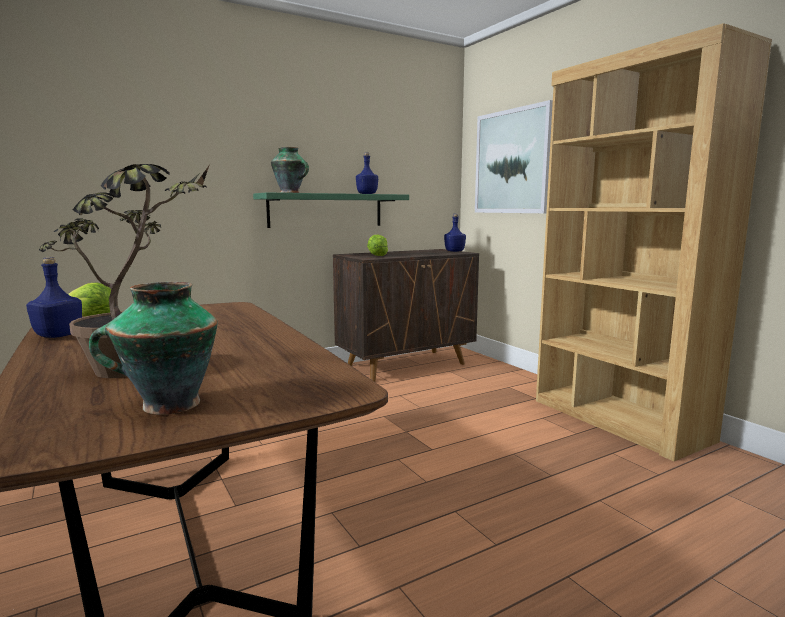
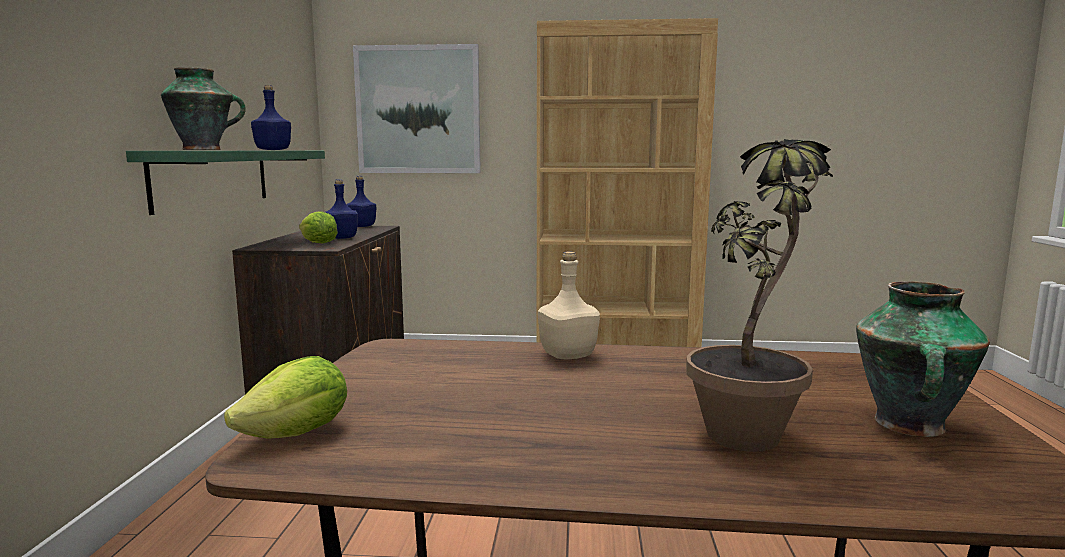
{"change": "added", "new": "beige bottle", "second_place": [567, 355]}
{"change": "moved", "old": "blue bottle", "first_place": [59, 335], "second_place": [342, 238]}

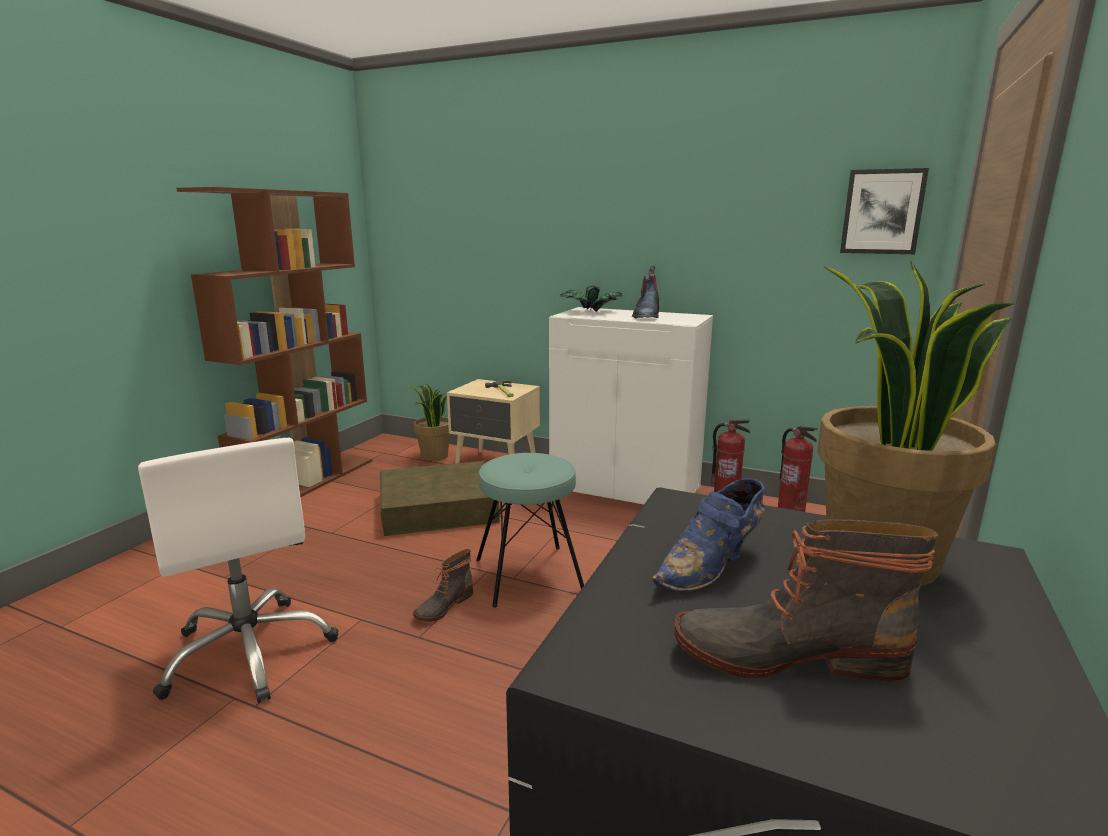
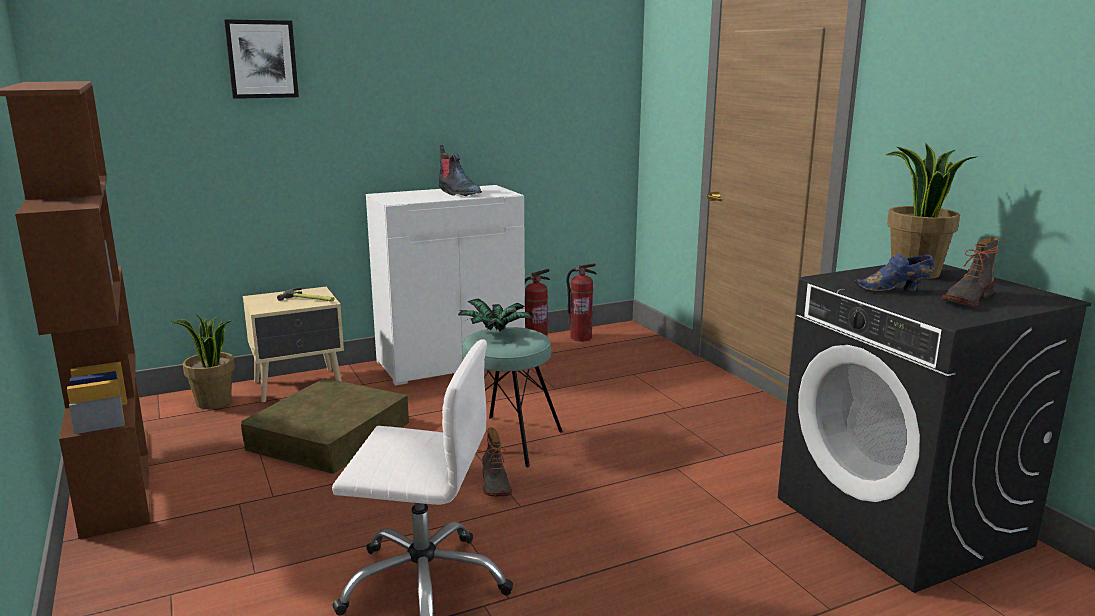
{"change": "moved", "old": "houseplant", "first_place": [590, 312], "second_place": [494, 332]}
{"change": "moved", "old": "wall picture", "first_place": [882, 212], "second_place": [262, 59]}
{"change": "turned", "old": "blue item of footwear", "first_place": [712, 566], "second_place": [895, 290], "degrees": 90}

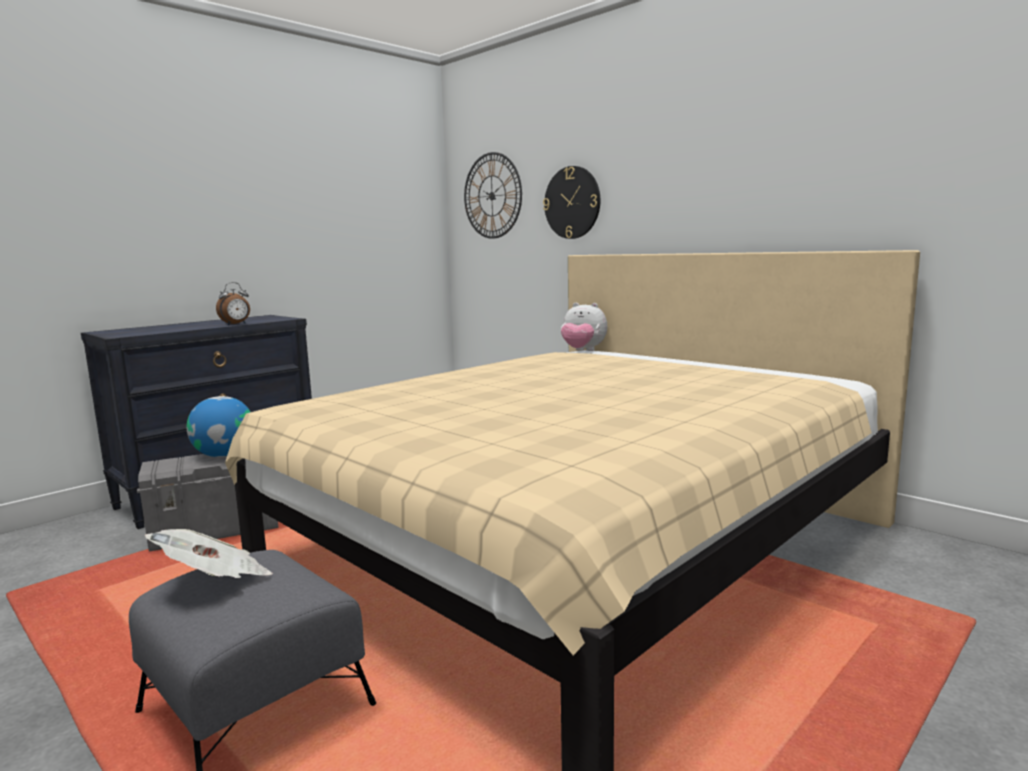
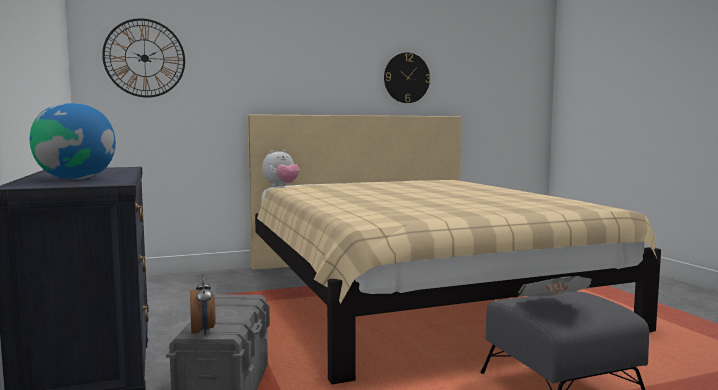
{"change": "moved", "old": "globe", "first_place": [224, 455], "second_place": [76, 179]}
{"change": "moved", "old": "bedside clock", "first_place": [236, 324], "second_place": [203, 331]}
{"change": "moved", "old": "wall clock", "first_place": [572, 202], "second_place": [406, 78]}

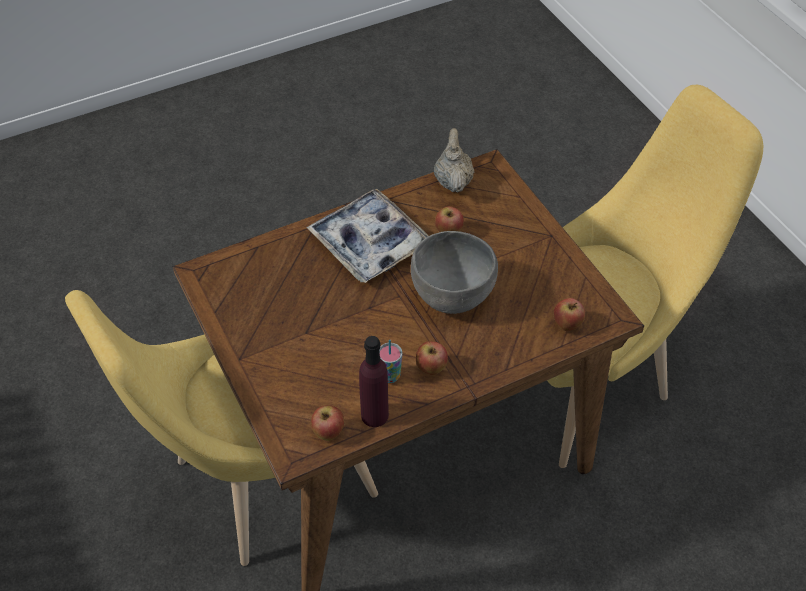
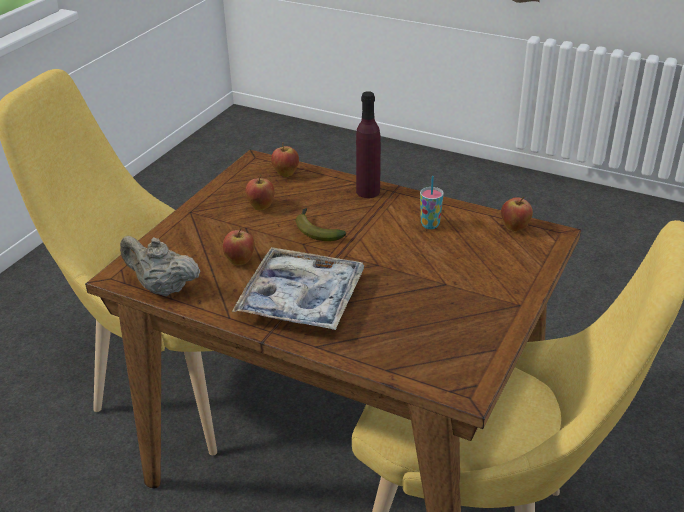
{"change": "moved", "old": "purple bottle", "first_place": [374, 415], "second_place": [368, 191]}
{"change": "moved", "old": "apple", "first_place": [431, 368], "second_place": [261, 207]}
{"change": "replaced", "old": "grey serving bowl", "new": "banana fruit", "first_place": [451, 297], "second_place": [316, 230]}
{"change": "turned", "old": "beige pot for tea", "first_place": [453, 181], "second_place": [163, 288], "degrees": 60}

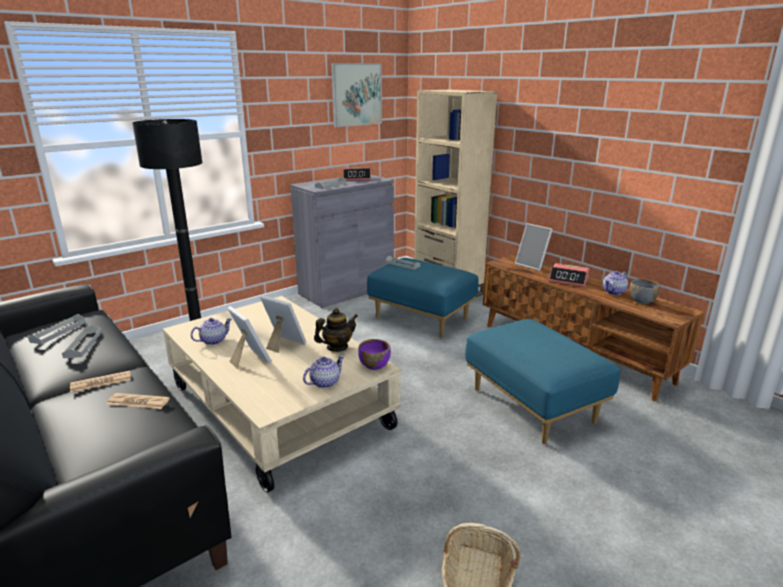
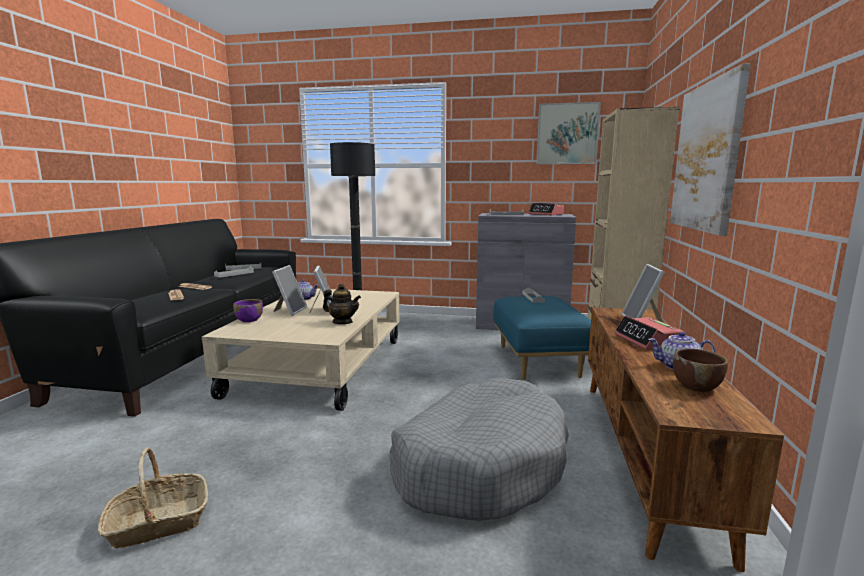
{"change": "removed", "old": "pot for tea", "first_place": [325, 382]}
{"change": "added", "new": "wall picture", "second_place": [706, 157]}
{"change": "moved", "old": "purple serving bowl", "first_place": [374, 365], "second_place": [249, 320]}
{"change": "replaced", "old": "blue pouffe", "new": "grey dog cushion", "first_place": [534, 405], "second_place": [479, 464]}
{"change": "recoloured", "old": "grey serving bowl", "new": "brown serving bowl", "first_place": [642, 300], "second_place": [696, 386]}

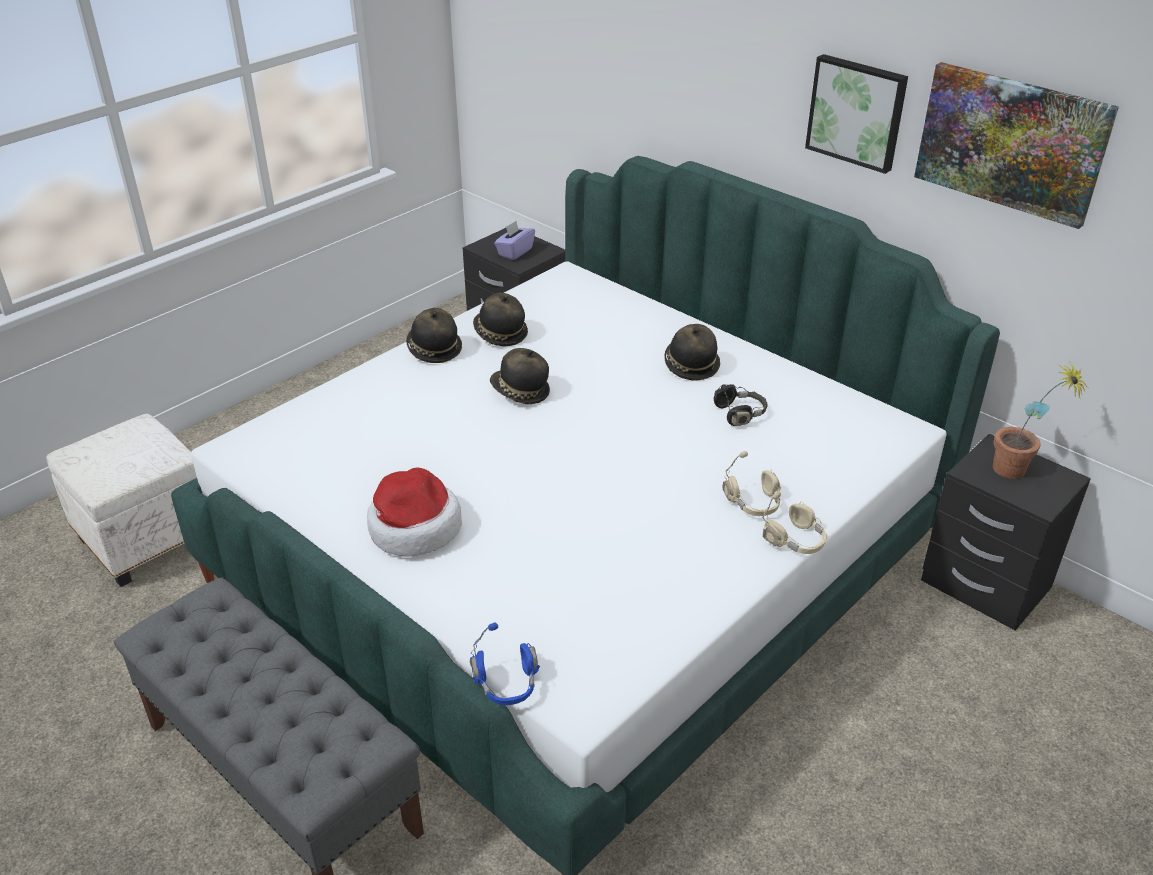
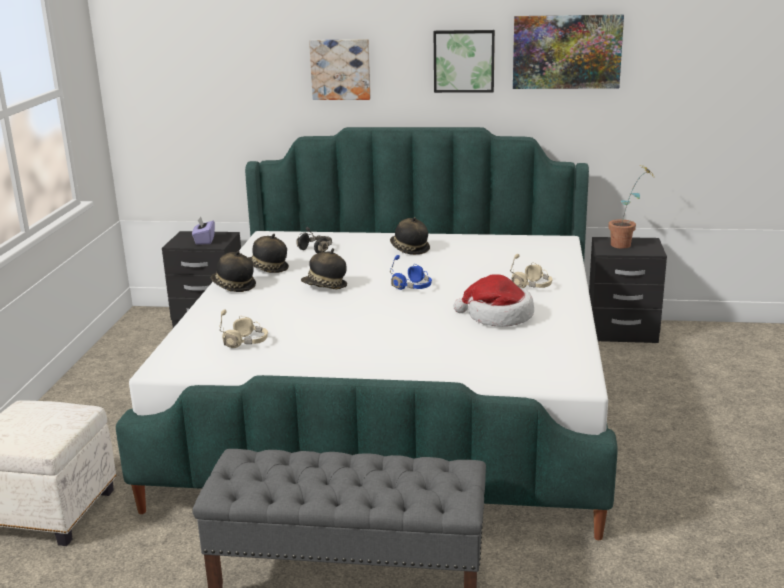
{"change": "added", "new": "wall picture", "second_place": [340, 69]}
{"change": "moved", "old": "wearable hat", "first_place": [413, 528], "second_place": [498, 316]}
{"change": "moved", "old": "blue headphones", "first_place": [507, 684], "second_place": [413, 287]}
{"change": "moved", "old": "blackish headphones", "first_place": [740, 414], "second_place": [317, 249]}
{"change": "moved", "old": "beige headphones", "first_place": [796, 541], "second_place": [246, 342]}

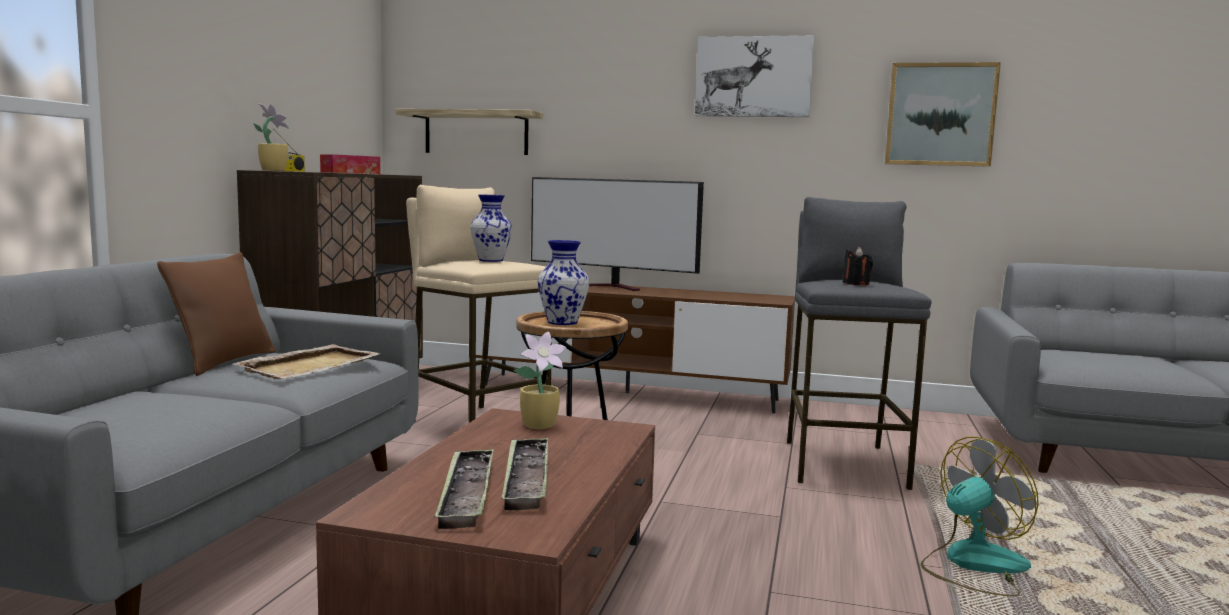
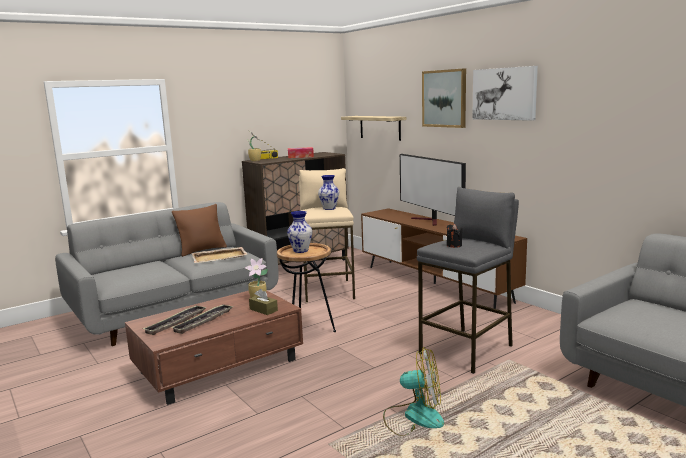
{"change": "added", "new": "brown box of tissues", "second_place": [263, 310]}
{"change": "moved", "old": "wall picture", "first_place": [940, 114], "second_place": [444, 98]}

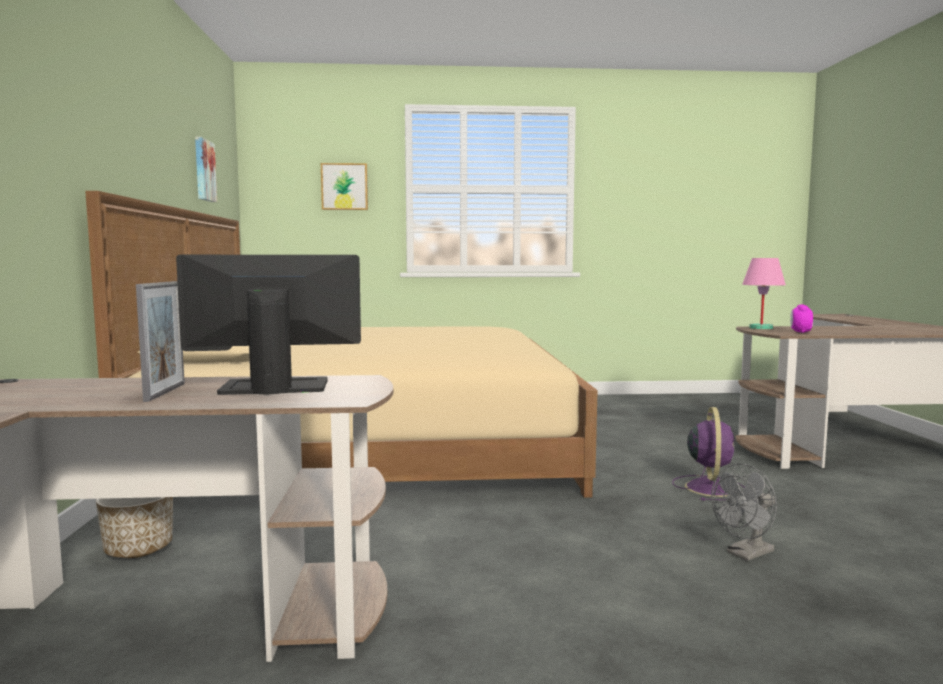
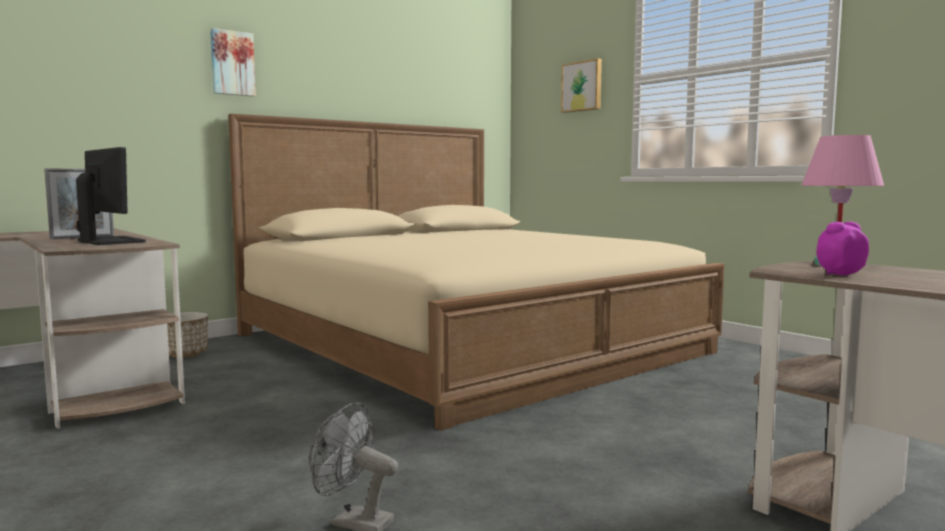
{"change": "removed", "old": "purple fan", "first_place": [710, 487]}
{"change": "moved", "old": "wall picture", "first_place": [203, 170], "second_place": [232, 63]}

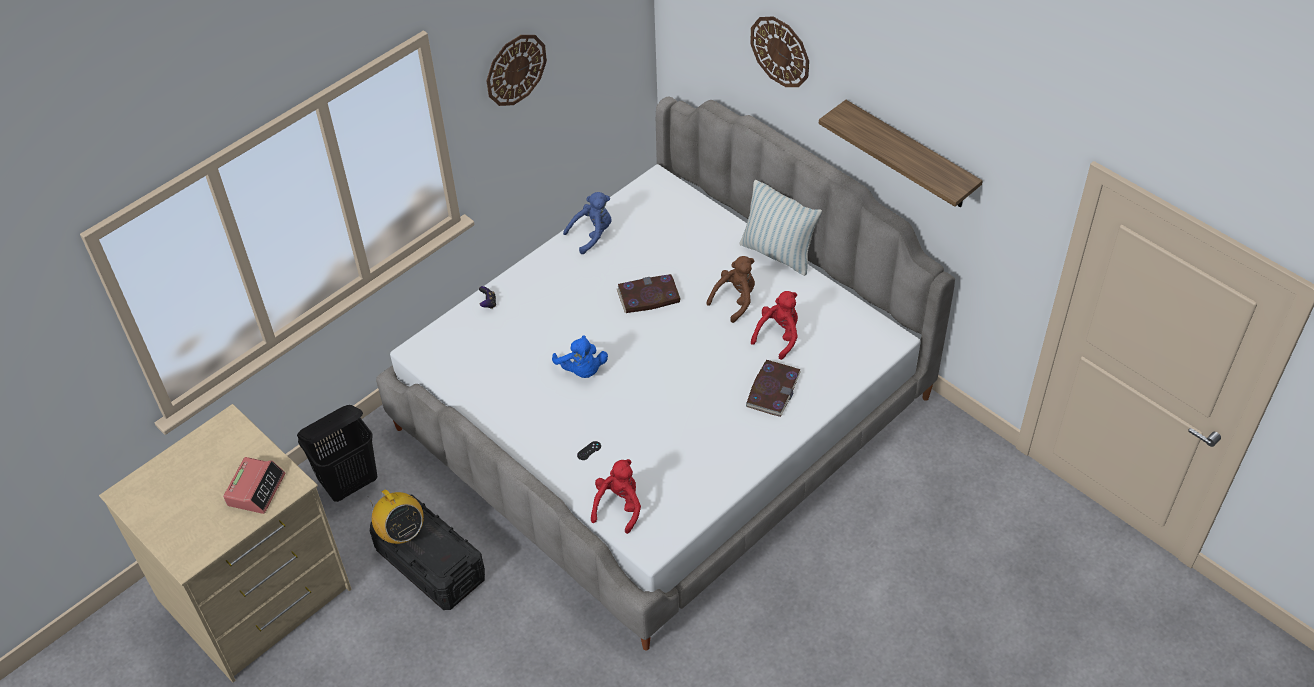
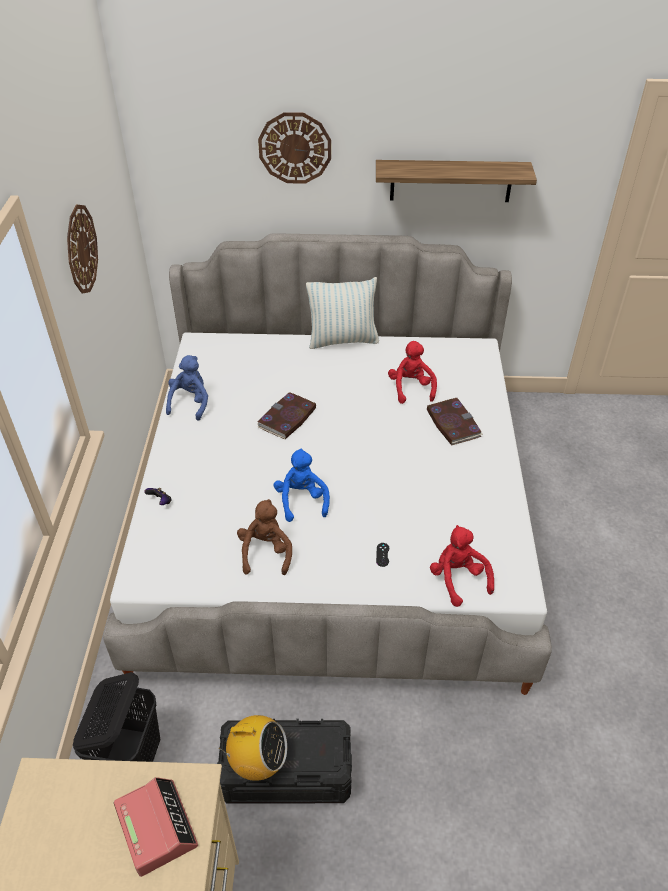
{"change": "moved", "old": "brown soft toy", "first_place": [735, 300], "second_place": [266, 552]}
{"change": "turned", "old": "blue soft toy", "first_place": [582, 370], "second_place": [301, 500], "degrees": -120}

